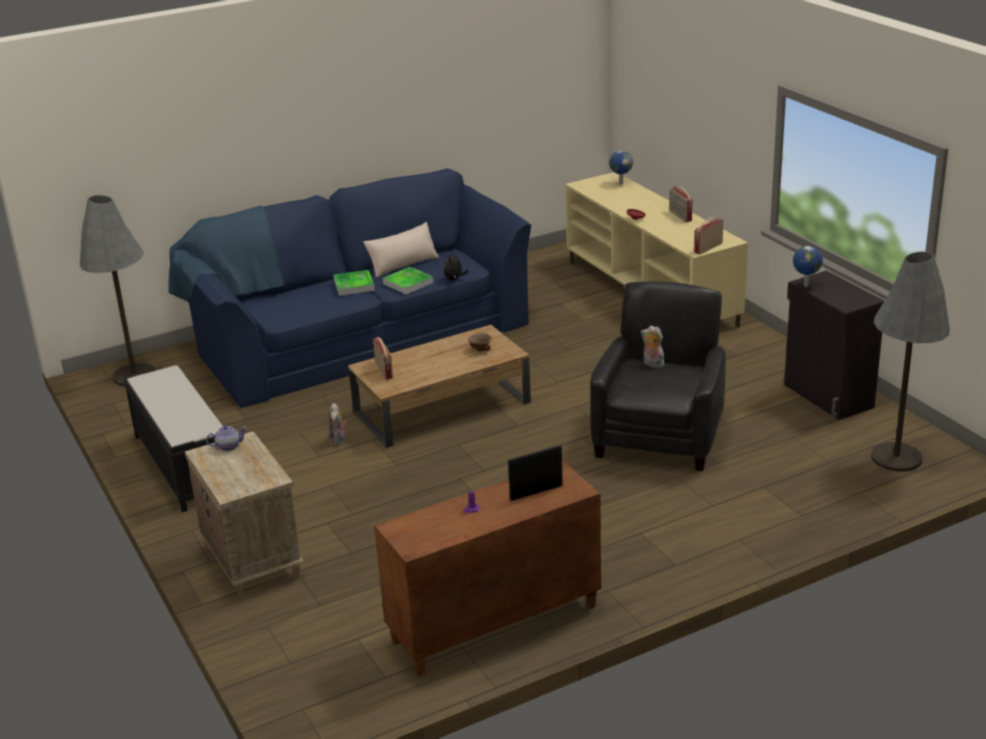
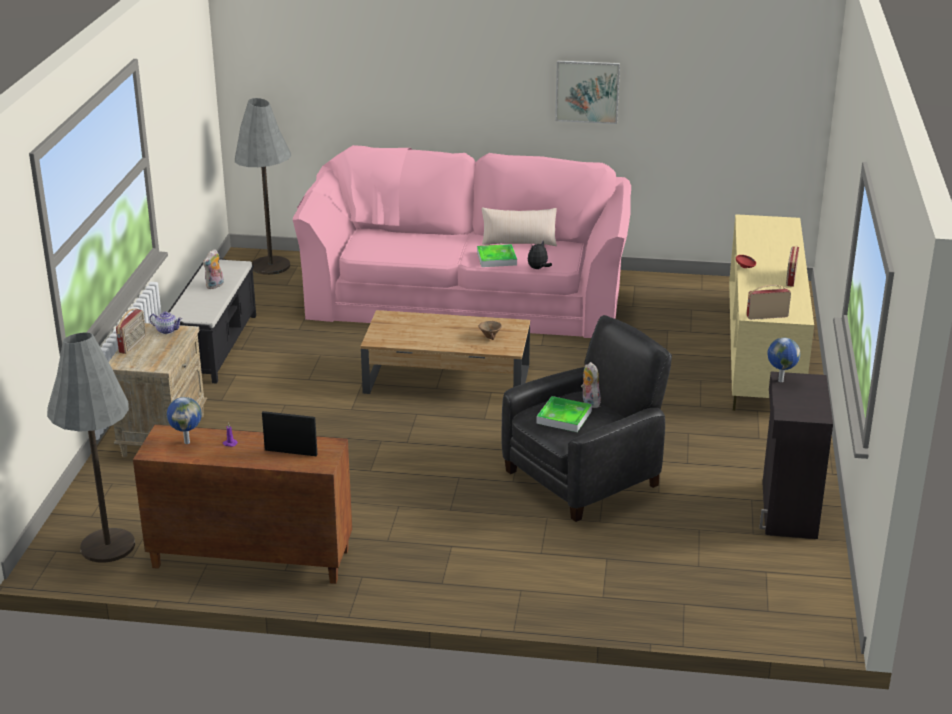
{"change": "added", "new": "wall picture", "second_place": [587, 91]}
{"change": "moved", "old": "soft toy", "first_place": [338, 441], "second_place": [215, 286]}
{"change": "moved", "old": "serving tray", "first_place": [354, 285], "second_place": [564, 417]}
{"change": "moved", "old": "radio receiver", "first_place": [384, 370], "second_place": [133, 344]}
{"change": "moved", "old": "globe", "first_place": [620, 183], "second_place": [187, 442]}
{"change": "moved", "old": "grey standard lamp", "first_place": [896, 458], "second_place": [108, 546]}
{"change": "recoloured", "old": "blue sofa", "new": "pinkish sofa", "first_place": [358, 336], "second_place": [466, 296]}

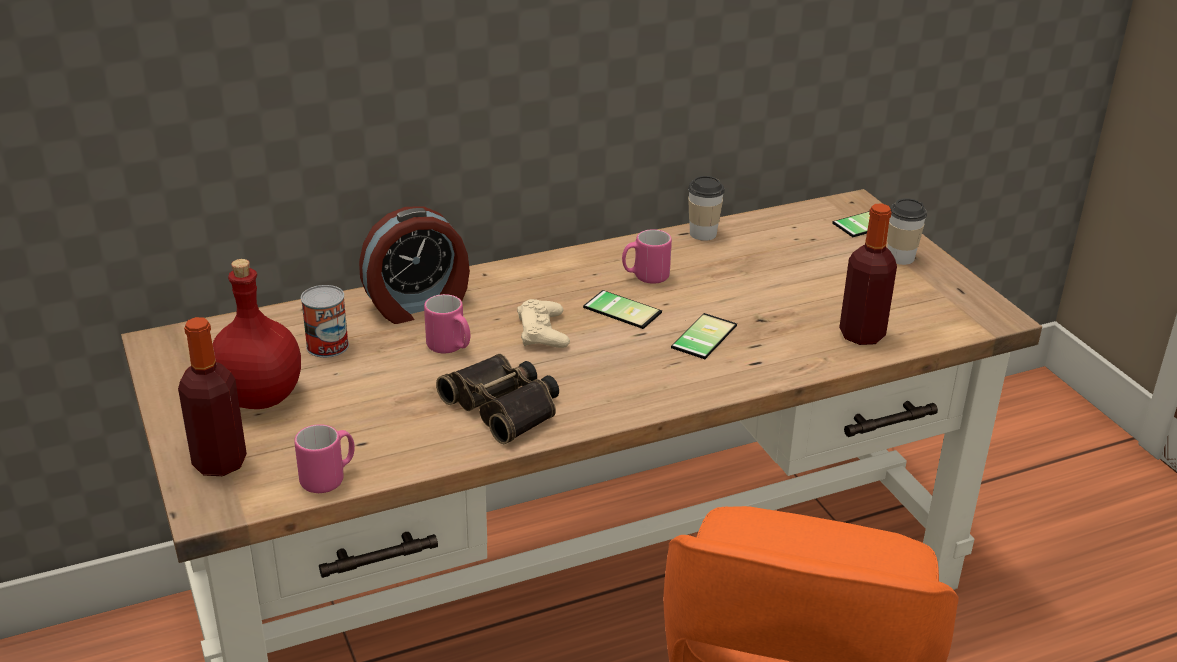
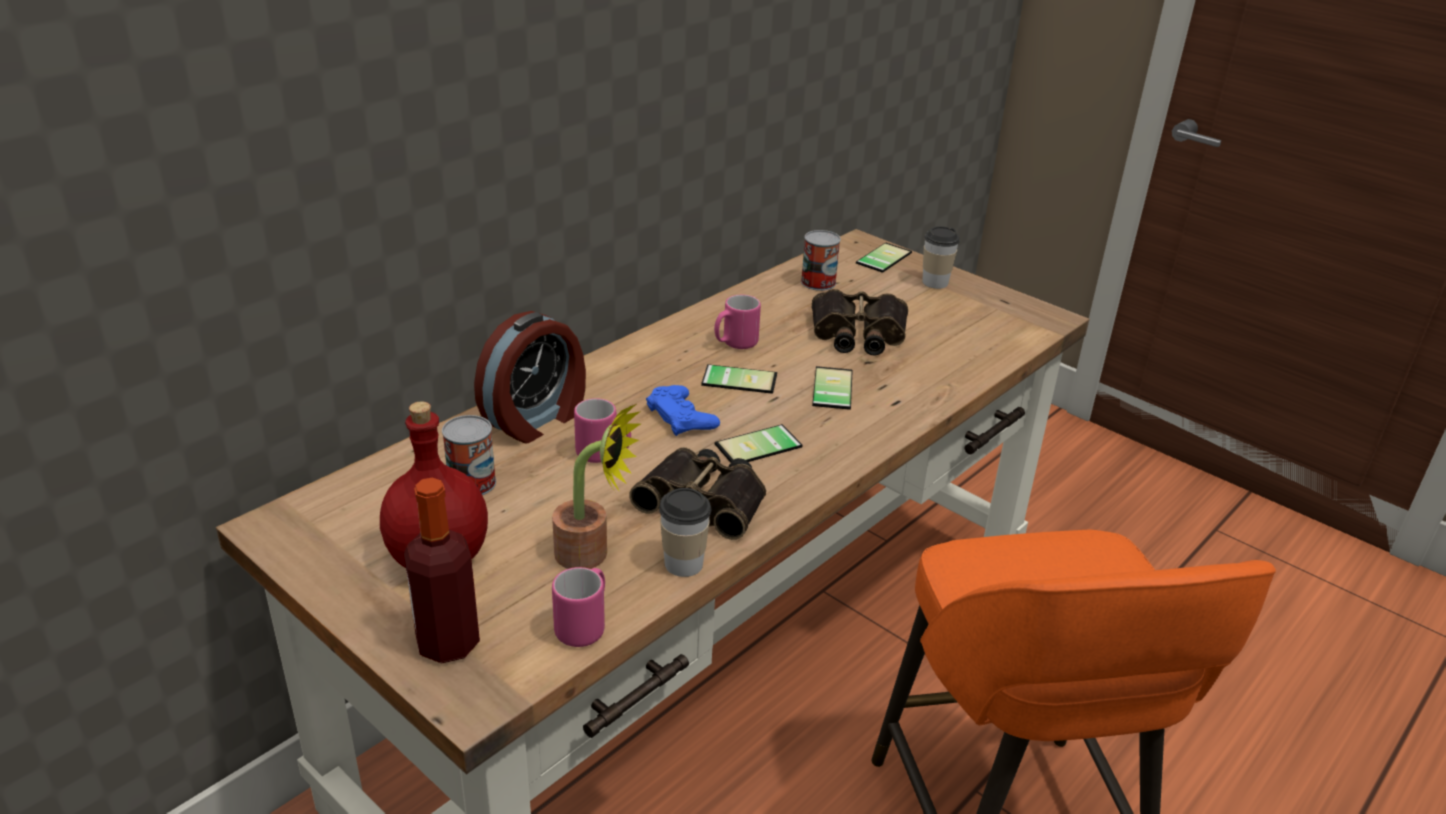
{"change": "removed", "old": "bottle", "first_place": [862, 334]}
{"change": "added", "new": "houseplant", "second_place": [592, 555]}
{"change": "added", "new": "phone", "second_place": [760, 448]}
{"change": "added", "new": "sealed can", "second_place": [818, 282]}
{"change": "added", "new": "binoculars", "second_place": [857, 334]}
{"change": "moved", "old": "cup", "first_place": [703, 233], "second_place": [683, 564]}
{"change": "recoloured", "old": "beige gamepad", "new": "blue gamepad", "first_place": [543, 331], "second_place": [681, 417]}

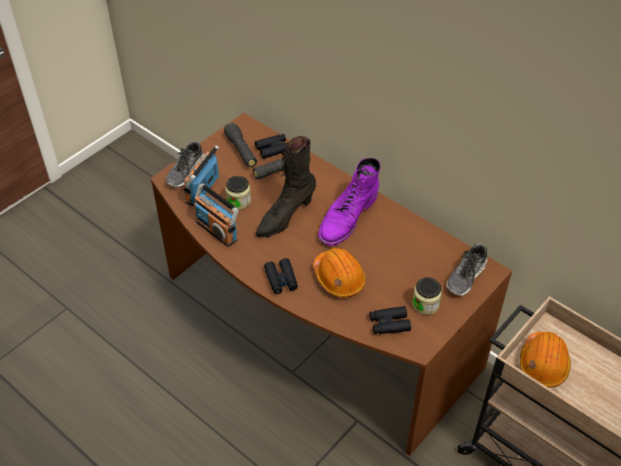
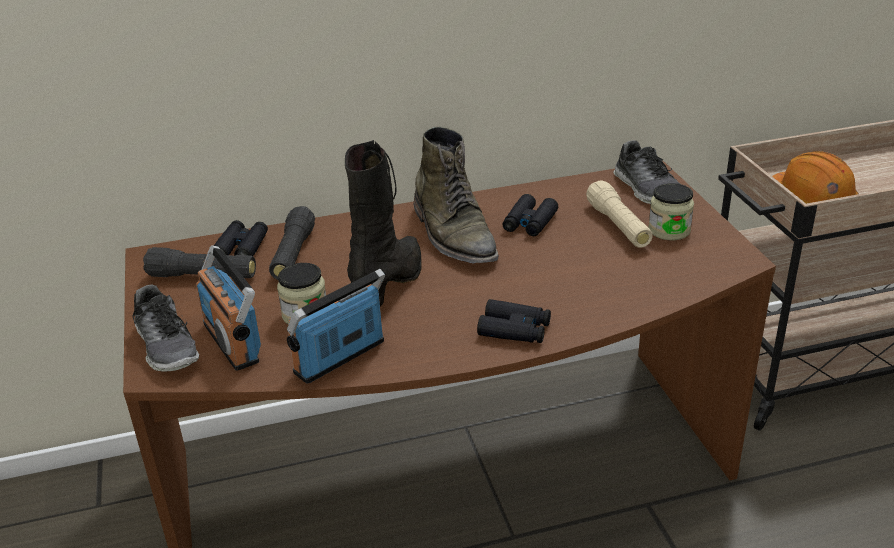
{"change": "removed", "old": "orangey work helmet", "first_place": [339, 278]}
{"change": "added", "new": "beige torch", "second_place": [618, 226]}
{"change": "moved", "old": "blackish binoculars", "first_place": [389, 324], "second_place": [529, 222]}
{"change": "recoloured", "old": "purple high-top boot", "new": "greenish high-top boot", "first_place": [347, 217], "second_place": [453, 234]}
{"change": "turned", "old": "radio receiver", "first_place": [217, 230], "second_place": [340, 358], "degrees": 150}
{"change": "turned", "old": "blackish high-top boot", "first_place": [285, 217], "second_place": [391, 283], "degrees": -150}

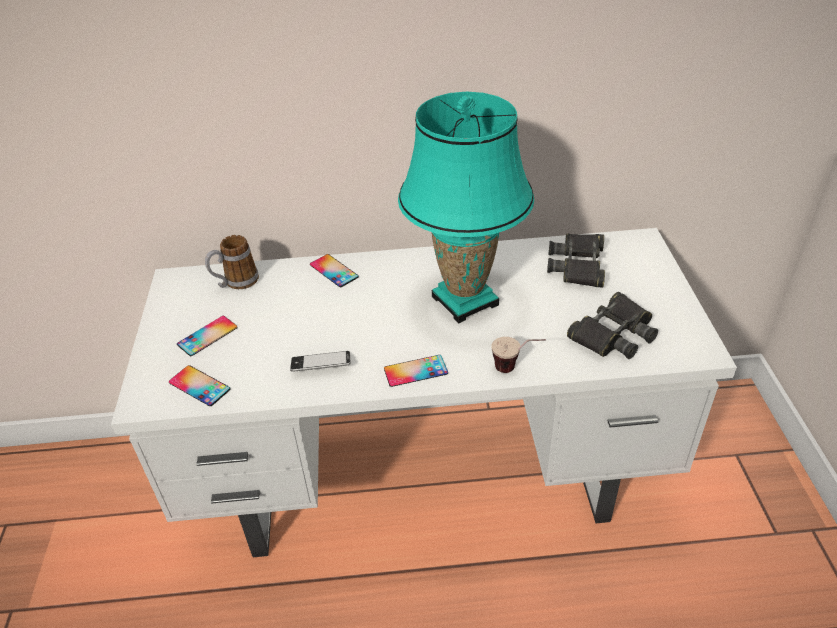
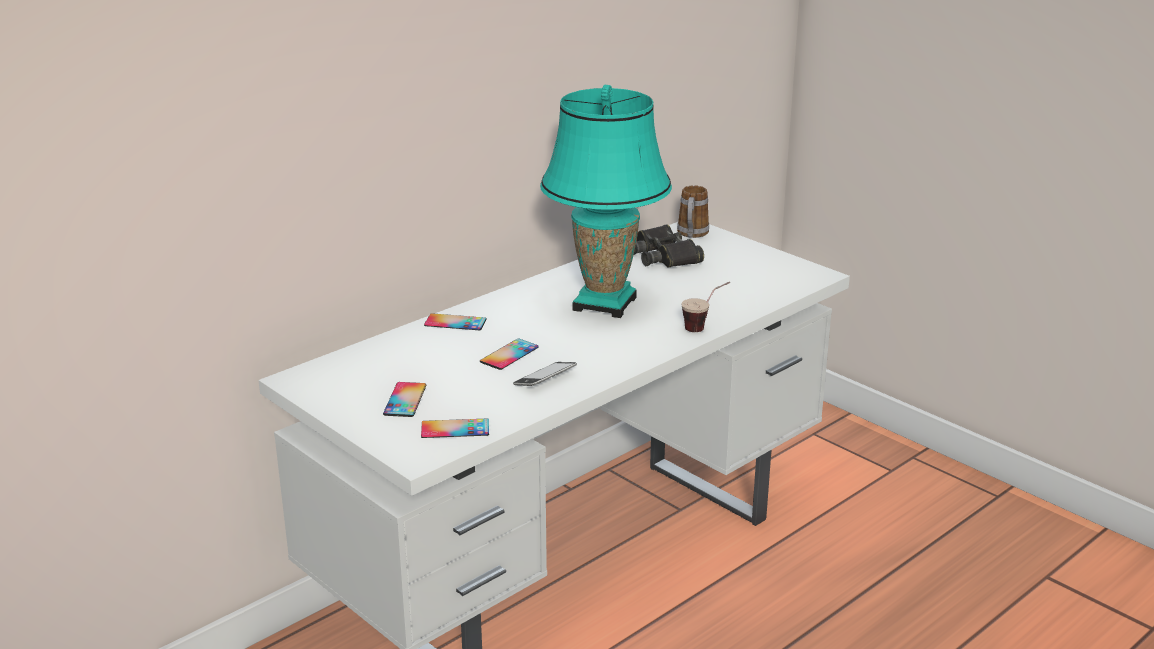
{"change": "removed", "old": "blackish binoculars", "first_place": [613, 334]}
{"change": "moved", "old": "coffee mug", "first_place": [236, 283], "second_place": [692, 234]}
{"change": "moved", "old": "phone", "first_place": [415, 371], "second_place": [509, 354]}

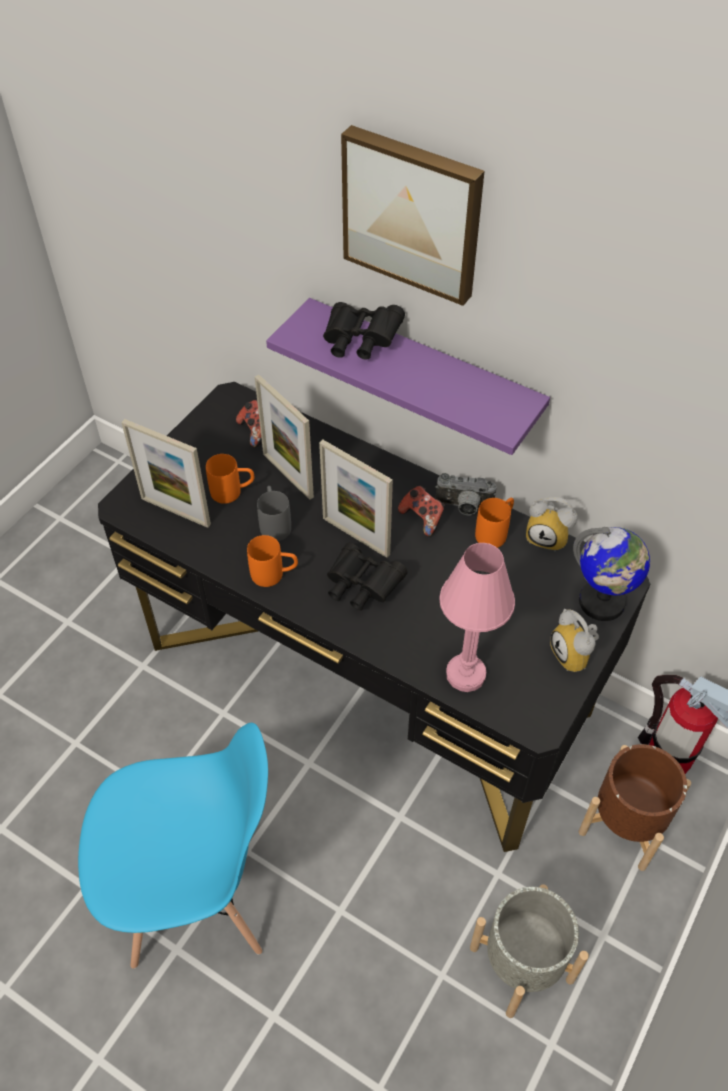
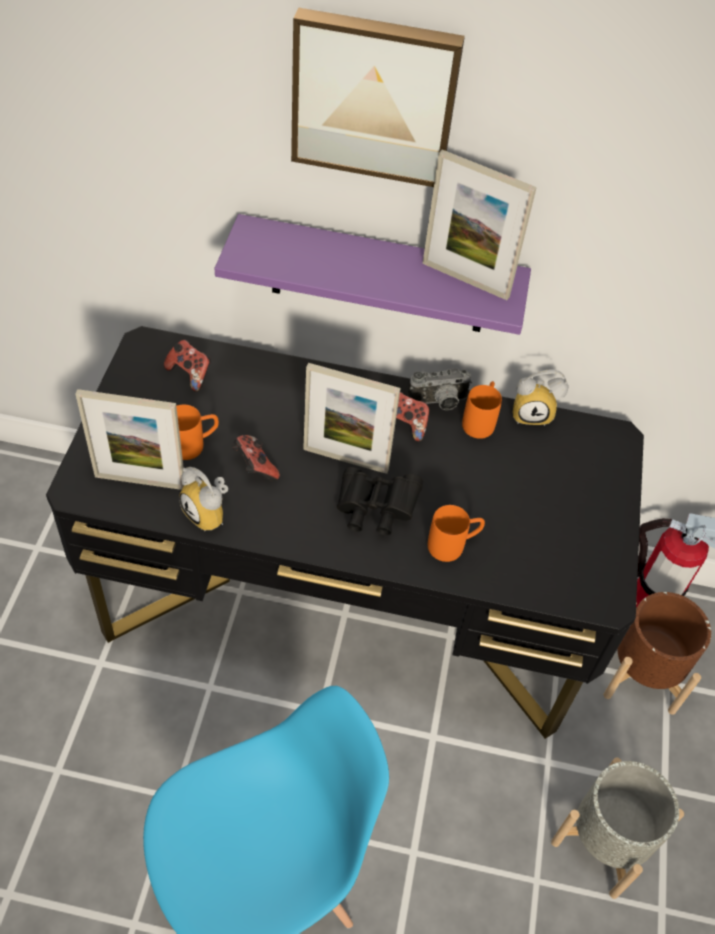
{"change": "removed", "old": "blackish binoculars", "first_place": [360, 342]}
{"change": "removed", "old": "pinkish tabletop lamp", "first_place": [465, 674]}
{"change": "removed", "old": "globe", "first_place": [601, 602]}
{"change": "moved", "old": "orangey coffee mug", "first_place": [274, 575], "second_place": [453, 545]}
{"change": "moved", "old": "photo frame", "first_place": [288, 475], "second_place": [465, 280]}
{"change": "moved", "old": "bedside clock", "first_place": [575, 656], "second_place": [210, 514]}
{"change": "replaced", "old": "grey coffee mug", "new": "gamepad", "first_place": [274, 523], "second_place": [254, 467]}

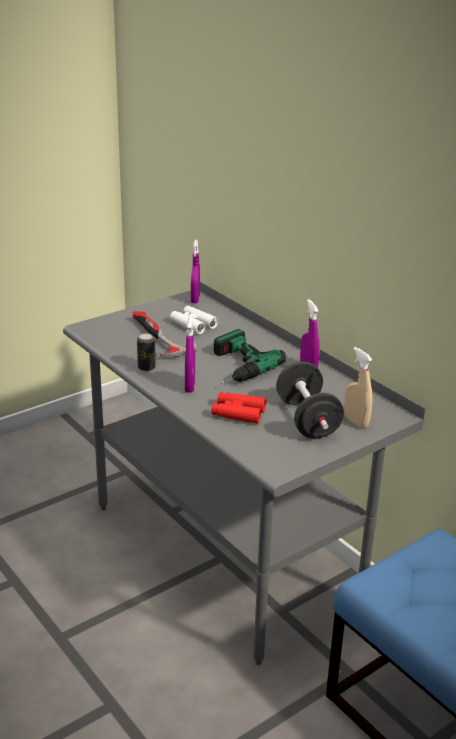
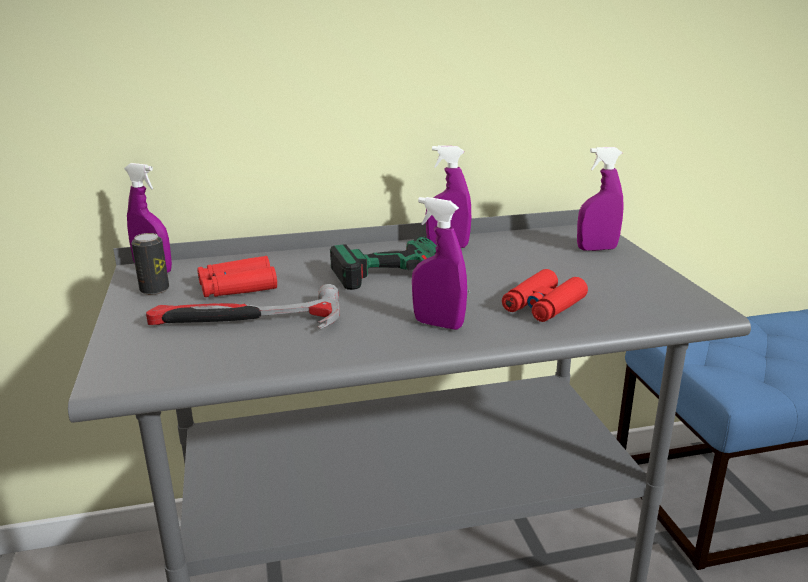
{"change": "removed", "old": "blackish hand weight", "first_place": [307, 420]}
{"change": "moved", "old": "sealed can", "first_place": [146, 367], "second_place": [154, 290]}
{"change": "recoloured", "old": "white-coloured binoculars", "new": "red binoculars", "first_place": [193, 325], "second_place": [237, 287]}
{"change": "recoloured", "old": "beige spray bottle", "new": "purple spray bottle", "first_place": [356, 422], "second_place": [596, 249]}

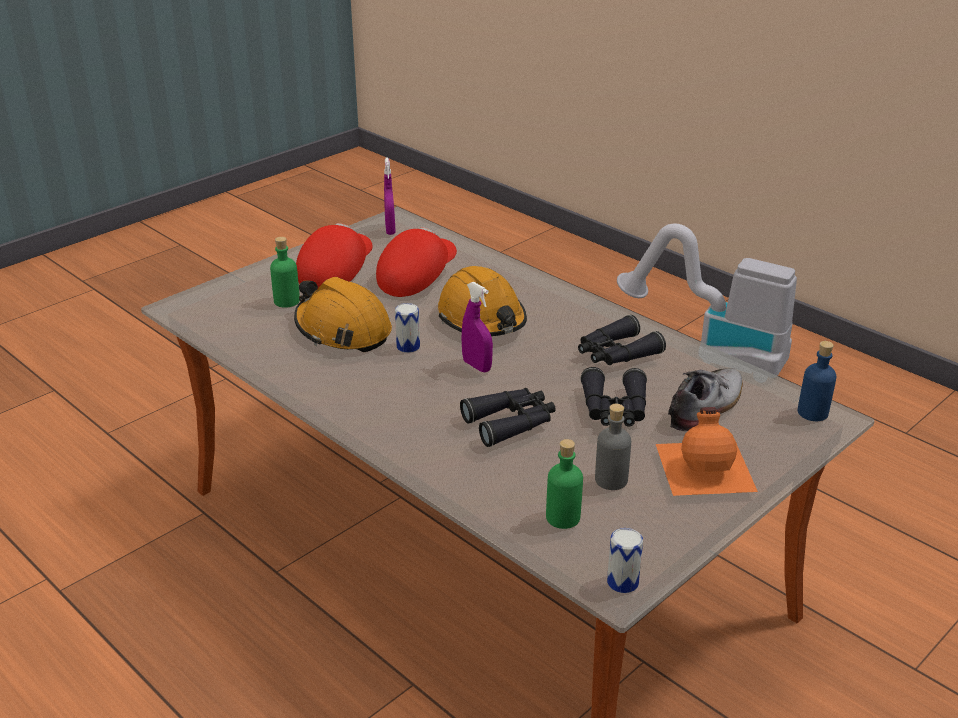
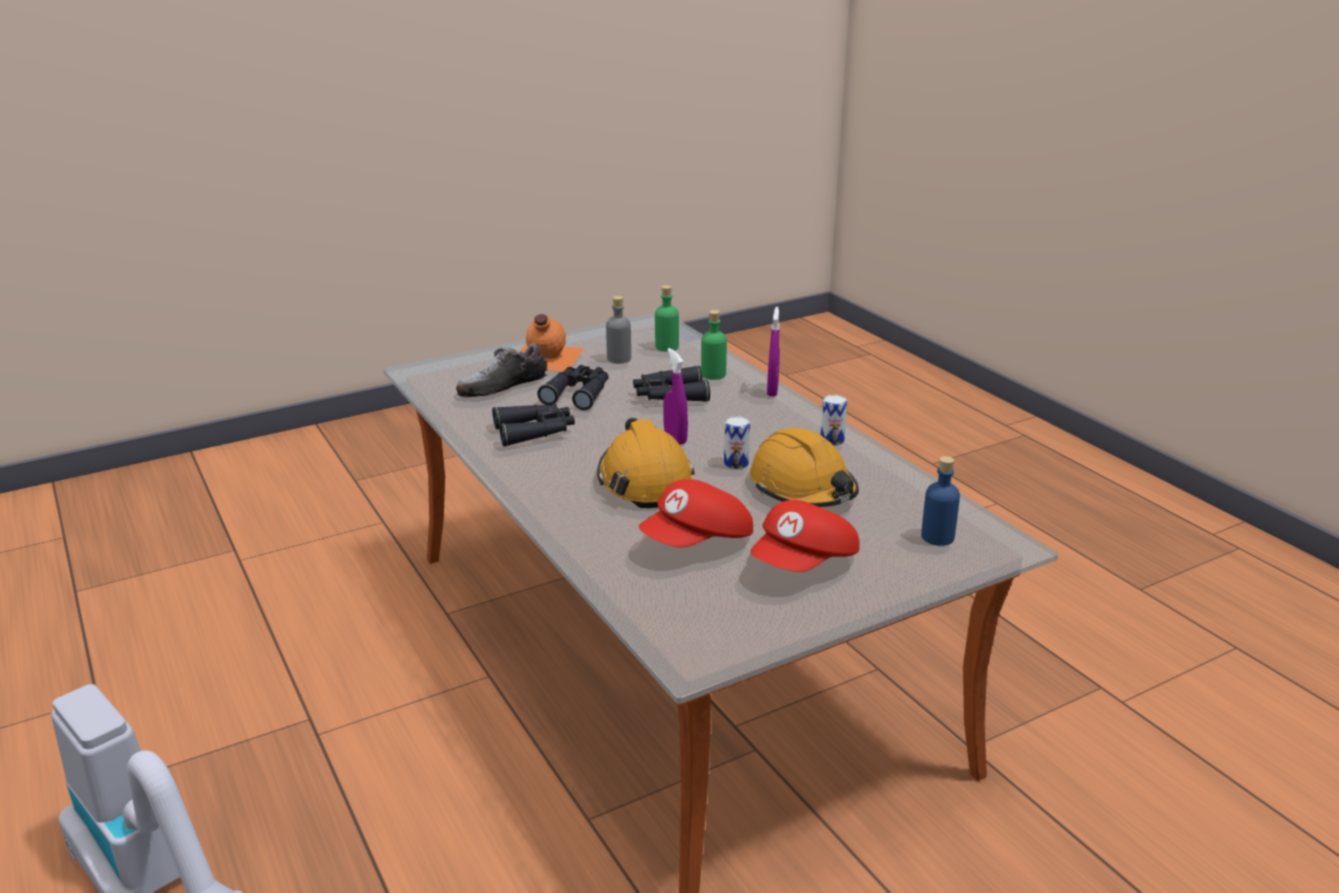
{"change": "moved", "old": "greenish bottle", "first_place": [287, 301], "second_place": [713, 374]}
{"change": "moved", "old": "purple spray bottle", "first_place": [390, 230], "second_place": [772, 390]}
{"change": "moved", "old": "sealed can", "first_place": [622, 582], "second_place": [832, 440]}
{"change": "moved", "old": "blue bottle", "first_place": [812, 413], "second_place": [937, 537]}

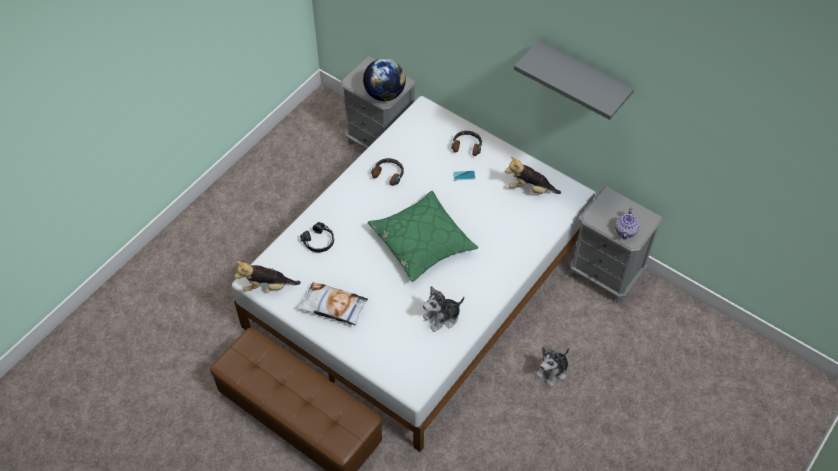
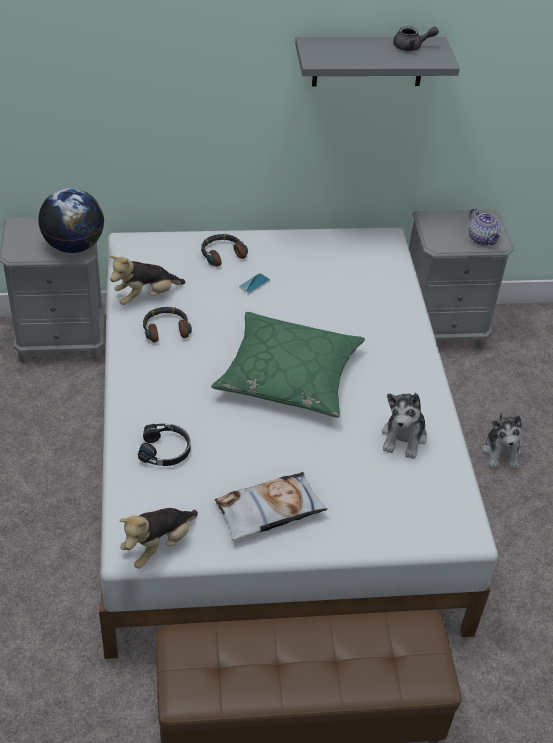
{"change": "added", "new": "grey pot for tea", "second_place": [411, 47]}
{"change": "moved", "old": "soft toy", "first_place": [530, 189], "second_place": [146, 296]}

